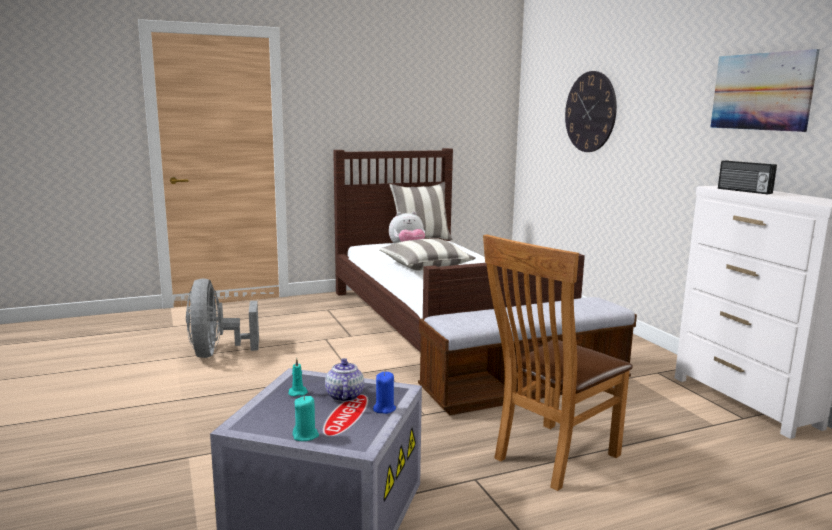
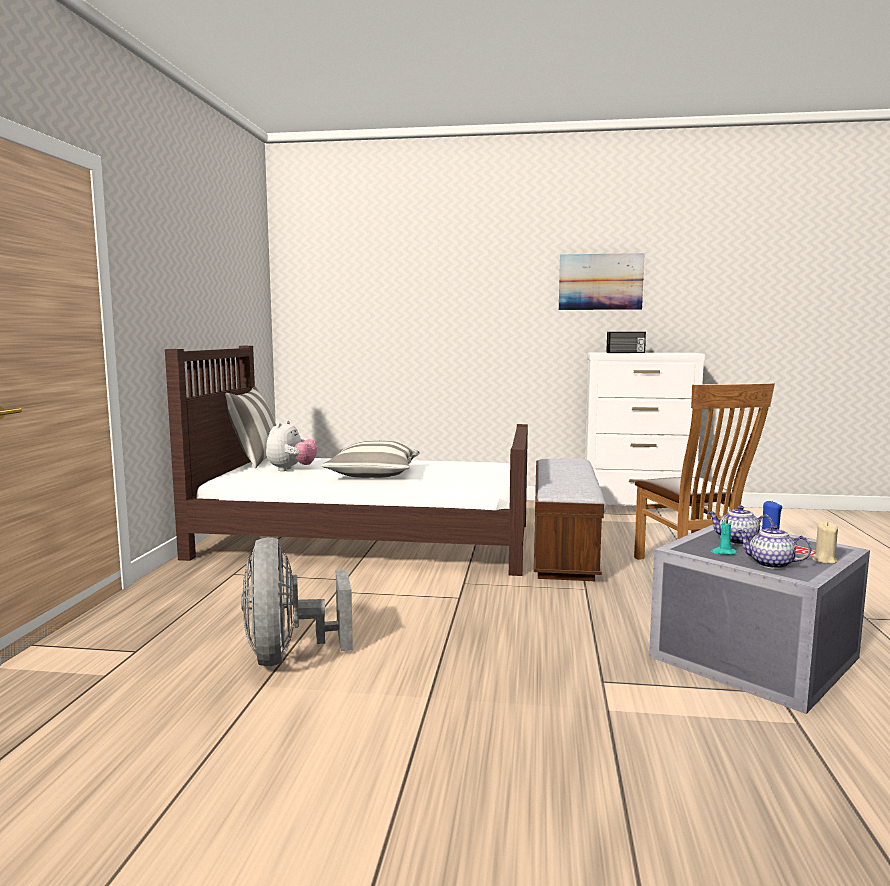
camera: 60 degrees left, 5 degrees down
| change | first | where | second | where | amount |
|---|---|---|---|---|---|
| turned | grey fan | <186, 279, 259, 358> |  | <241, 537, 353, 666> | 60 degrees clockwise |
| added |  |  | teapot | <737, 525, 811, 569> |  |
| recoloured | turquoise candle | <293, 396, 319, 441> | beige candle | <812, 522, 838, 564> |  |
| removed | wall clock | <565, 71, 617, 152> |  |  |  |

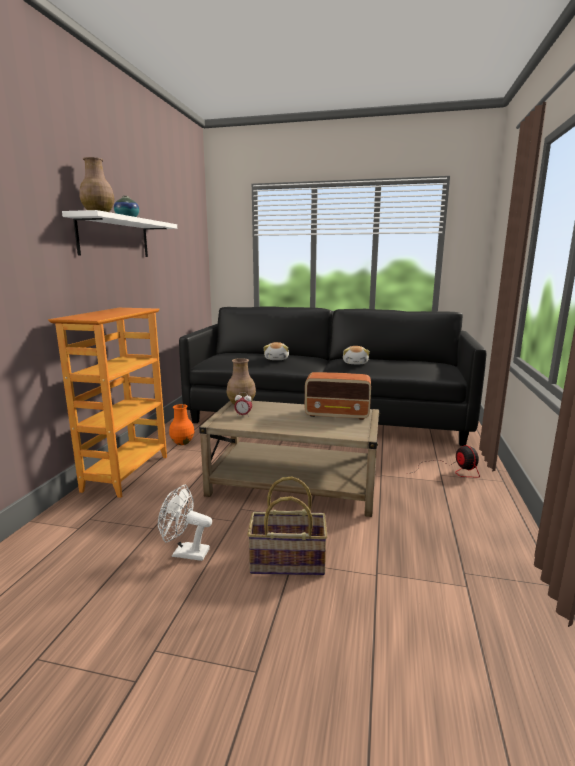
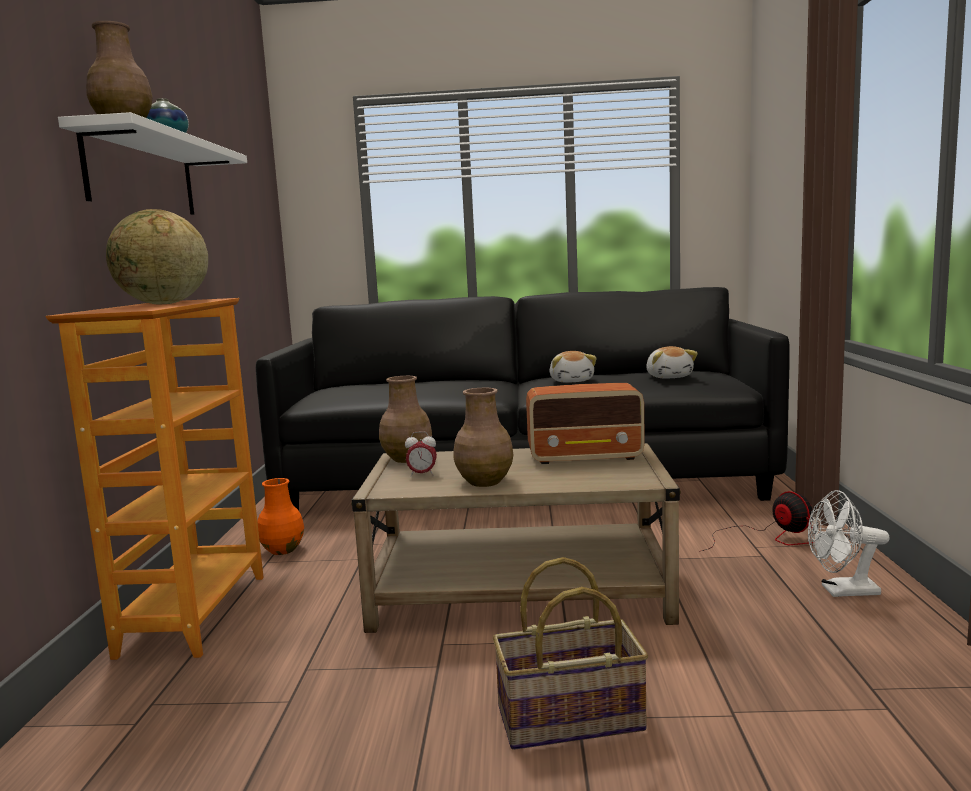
camera: 10 degrees left, 5 degrees down
| change | first | where | second | where | amount |
|---|---|---|---|---|---|
| added |  |  | globe | <106, 209, 208, 305> |  |
| added |  |  | brown vase | <453, 388, 513, 487> |  |
| moved | plush toy | <263, 342, 289, 360> |  | <646, 346, 698, 379> |  |
| moved | white fan | <158, 485, 212, 561> |  | <808, 490, 890, 597> |  |

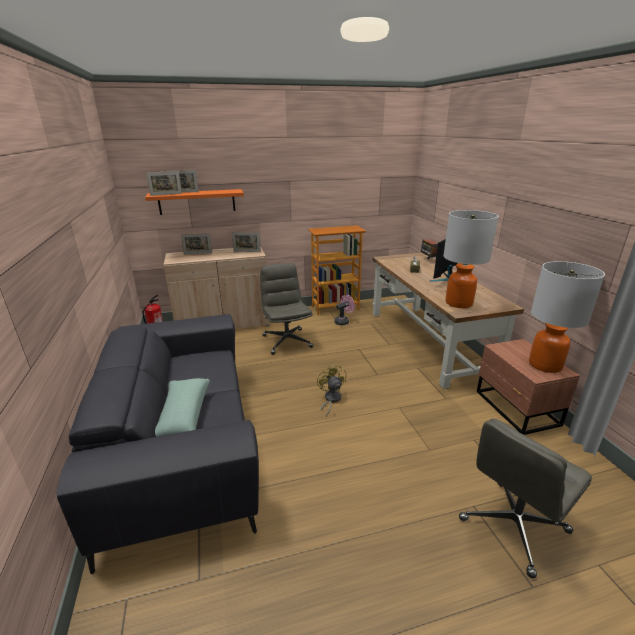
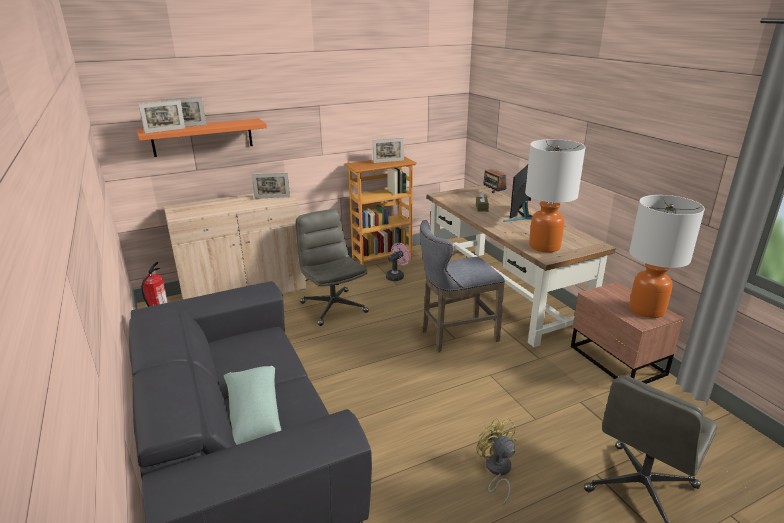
camera: 10 degrees left, 0 degrees up
| change | first | where | second | where | amount |
|---|---|---|---|---|---|
| moved | picture frame | <181, 233, 212, 254> |  | <372, 138, 404, 163> |  |
| added |  |  | grey stool | <420, 220, 505, 352> |  |
| moved | yellow fan | <317, 364, 347, 417> |  | <476, 418, 516, 505> |  |

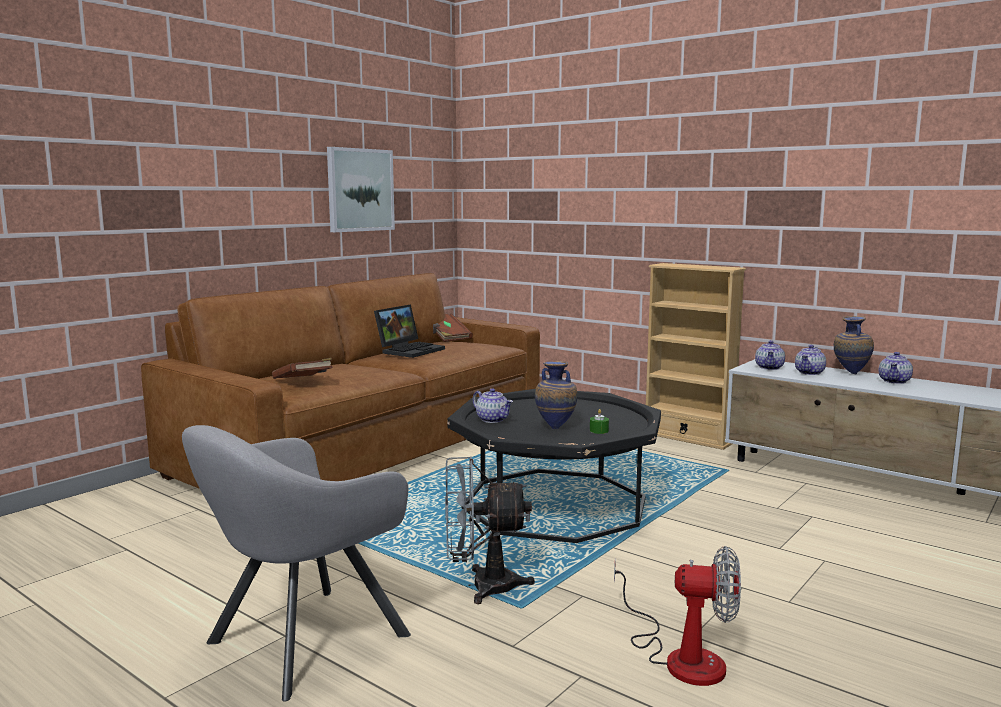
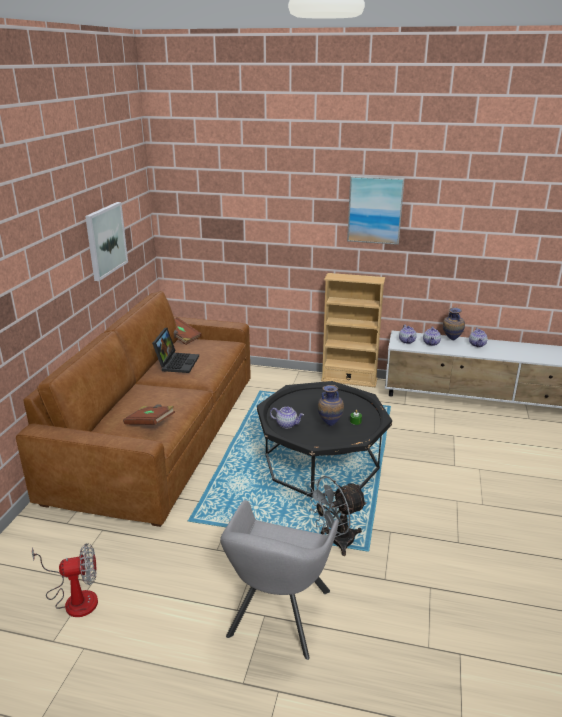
camera: 25 degrees left, 15 degrees up
| change | first | where | second | where | amount |
|---|---|---|---|---|---|
| moved | fan | <614, 546, 741, 686> |  | <32, 543, 98, 617> |  |
| added |  |  | picture | <347, 176, 404, 245> |  |

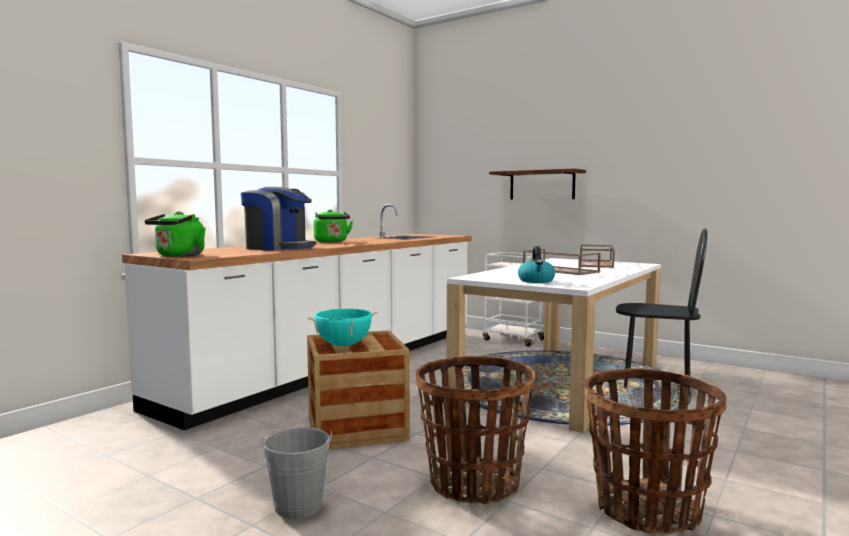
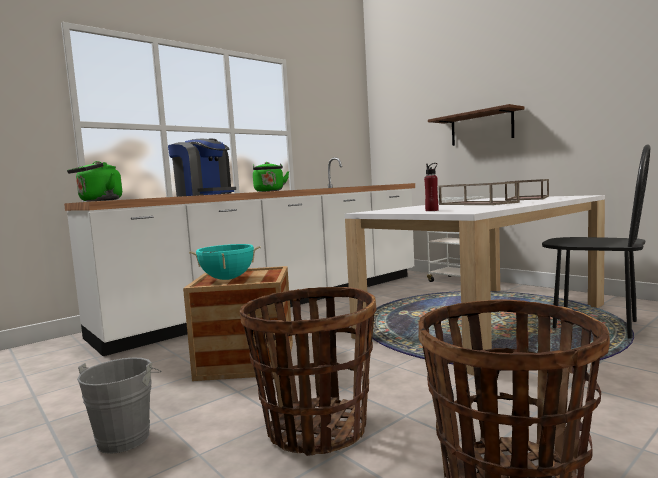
camera: 15 degrees right, 0 degrees up
| change | first | where | second | where | amount |
|---|---|---|---|---|---|
| replaced | kettle | <518, 246, 555, 283> | red bottle | <424, 163, 439, 211> |  |

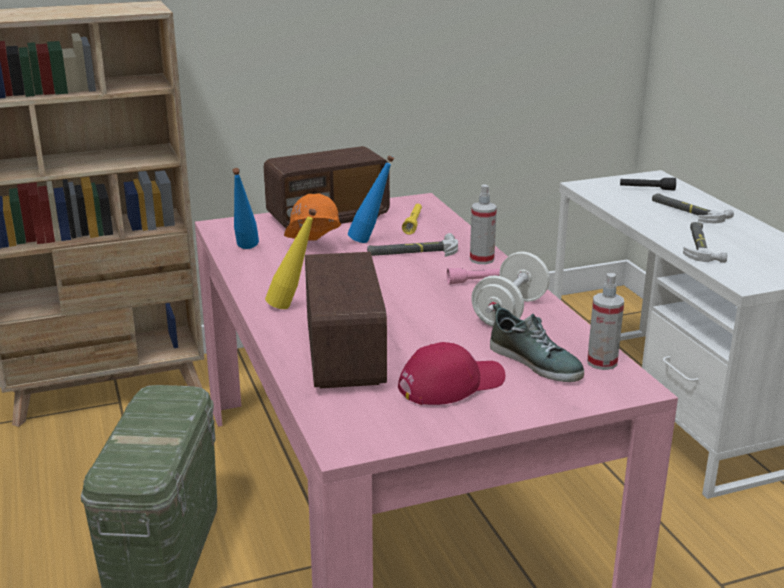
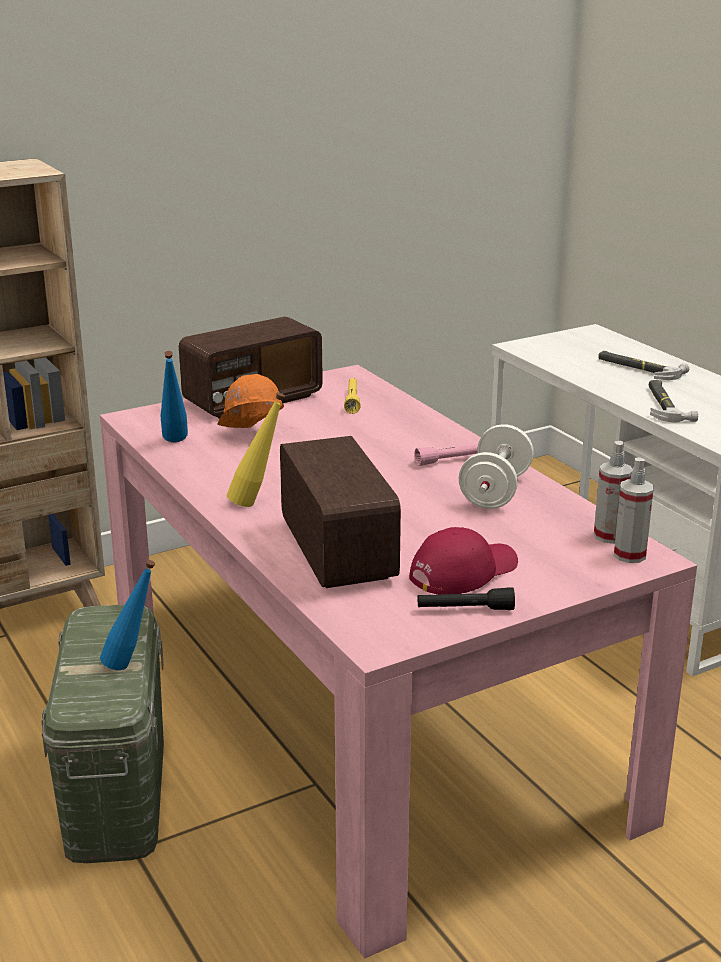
camera: 10 degrees left, 0 degrees up
| change | first | where | second | where | amount |
|---|---|---|---|---|---|
| moved | blue bottle | <348, 156, 394, 243> |  | <100, 560, 155, 670> |  |
| moved | black flashlight | <620, 178, 676, 191> |  | <418, 587, 515, 610> |  |
| moved | spray bottle | <470, 184, 497, 264> |  | <614, 457, 654, 563> |  |
| removed | hammer | <367, 233, 458, 257> |  |  |  |
| removed | shoe | <490, 303, 584, 382> |  |  |  |

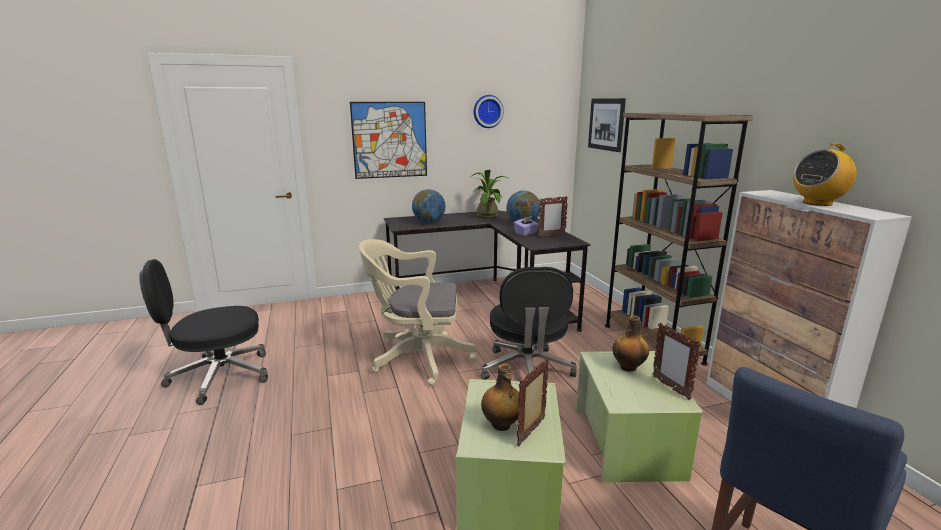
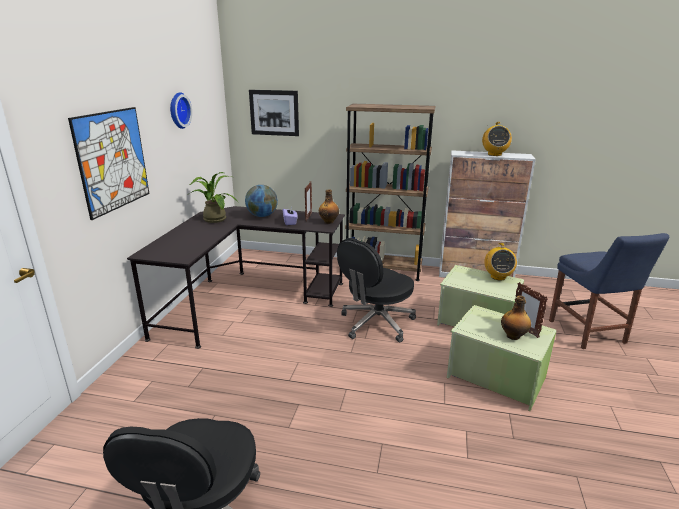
camera: 60 degrees left, 5 degrees up
| change | first | where | second | where | amount |
|---|---|---|---|---|---|
| moved | bottle | <612, 315, 649, 372> |  | <319, 190, 339, 224> |  |
| turned | black office chair | <481, 267, 577, 380> |  | <337, 238, 416, 343> | 105 degrees clockwise |
| replaced | picture frame | <653, 323, 701, 400> | radio | <484, 243, 517, 281> |  |
| removed | beige office chair | <359, 239, 477, 386> |  |  |  |
| removed | globe | <412, 189, 445, 223> |  |  |  |

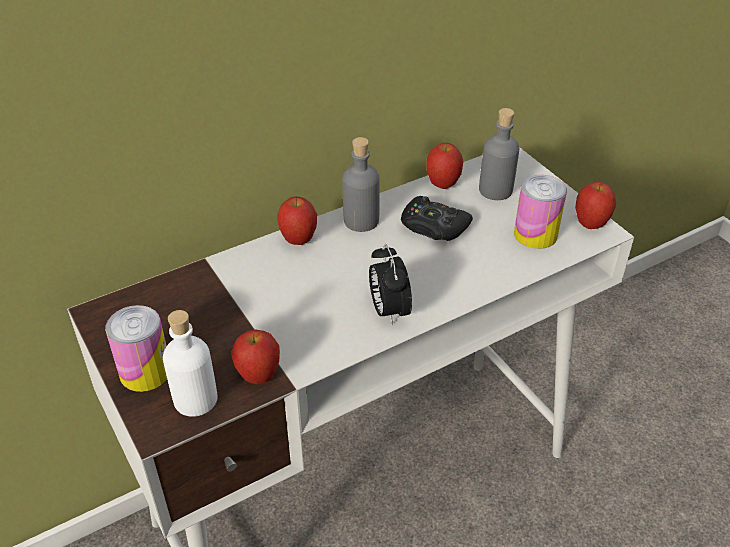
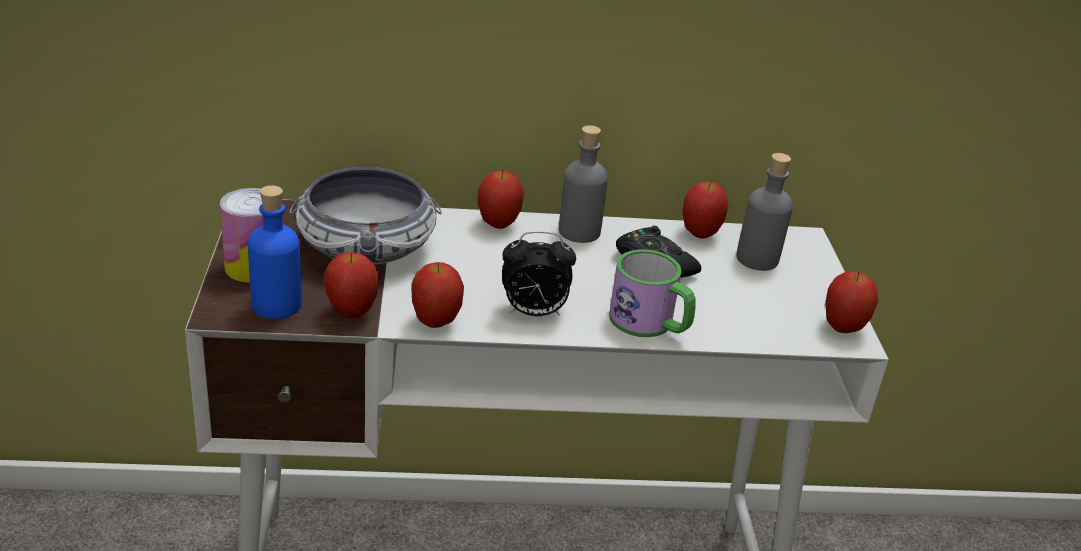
camera: 25 degrees right, 10 degrees down
| change | first | where | second | where | amount |
|---|---|---|---|---|---|
| recoloured | white bottle | <163, 310, 218, 417> | blue bottle | <248, 185, 302, 319> |  |
| added |  |  | bowl | <290, 167, 442, 264> |  |
| added |  |  | apple | <411, 262, 464, 328> |  |
| turned | alarm clock | <369, 244, 412, 326> |  | <502, 231, 576, 316> | 105 degrees counterclockwise |
| added |  |  | mug | <609, 249, 696, 337> |  |
| removed | can | <514, 175, 567, 249> |  |  |  |

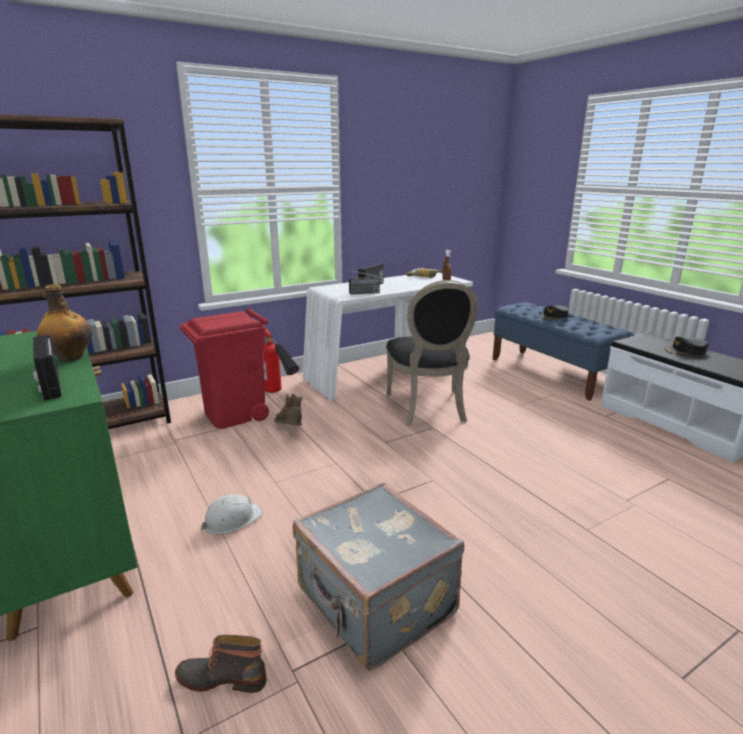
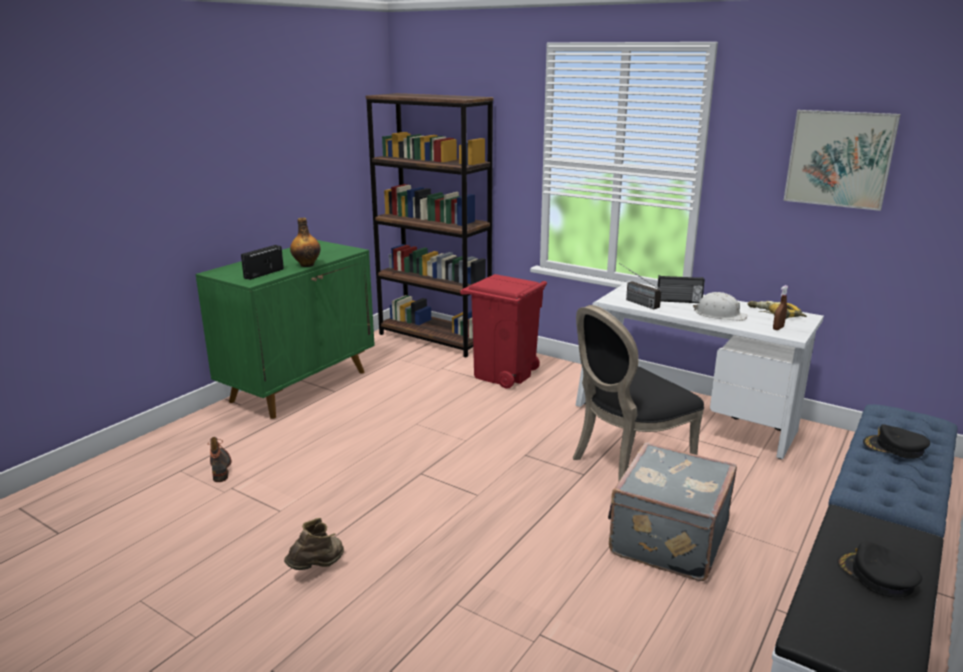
camera: 65 degrees right, 0 degrees up
| change | first | where | second | where | amount |
|---|---|---|---|---|---|
| moved | brown boot | <274, 394, 303, 425> |  | <284, 518, 344, 570> |  |
| moved | grey suitcase | <293, 482, 464, 671> |  | <608, 442, 737, 581> |  |
| moved | white hard hat | <201, 494, 263, 535> |  | <693, 292, 748, 321> |  |
| added |  |  | picture | <783, 110, 901, 211> |  |
| removed | fire extinguisher | <263, 325, 299, 393> |  |  |  |

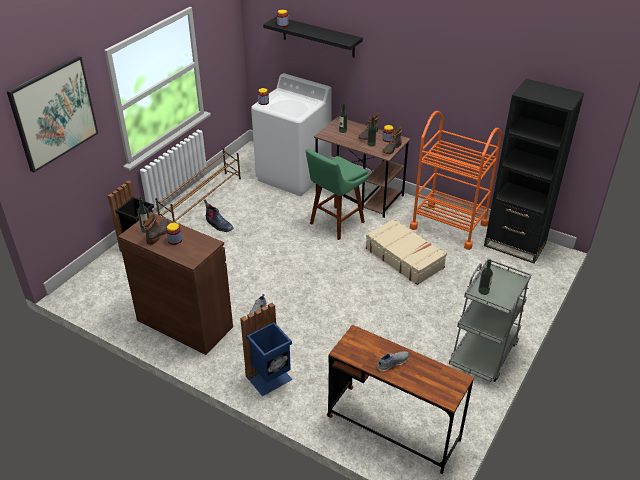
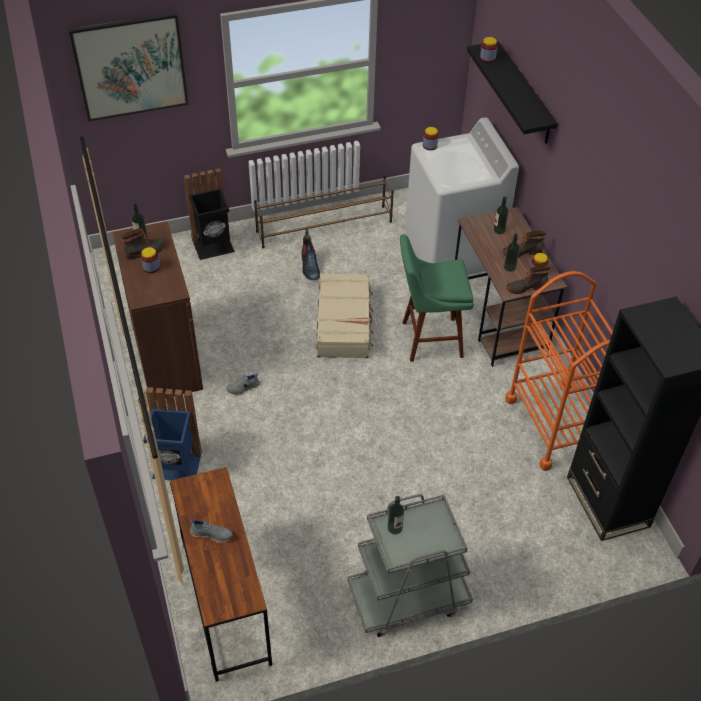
camera: 40 degrees right, 10 degrees up
| change | first | where | second | where | amount |
|---|---|---|---|---|---|
| moved | beige suitcase | <366, 219, 447, 285> |  | <316, 273, 373, 358> |  |

